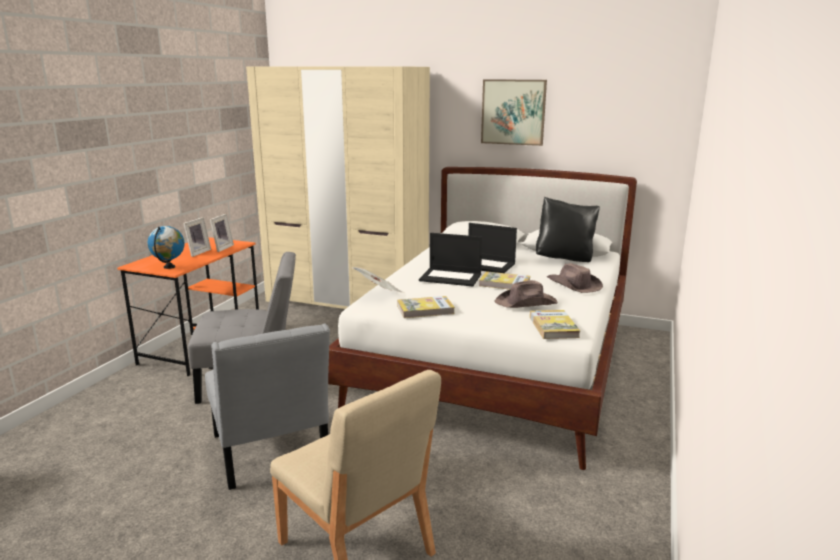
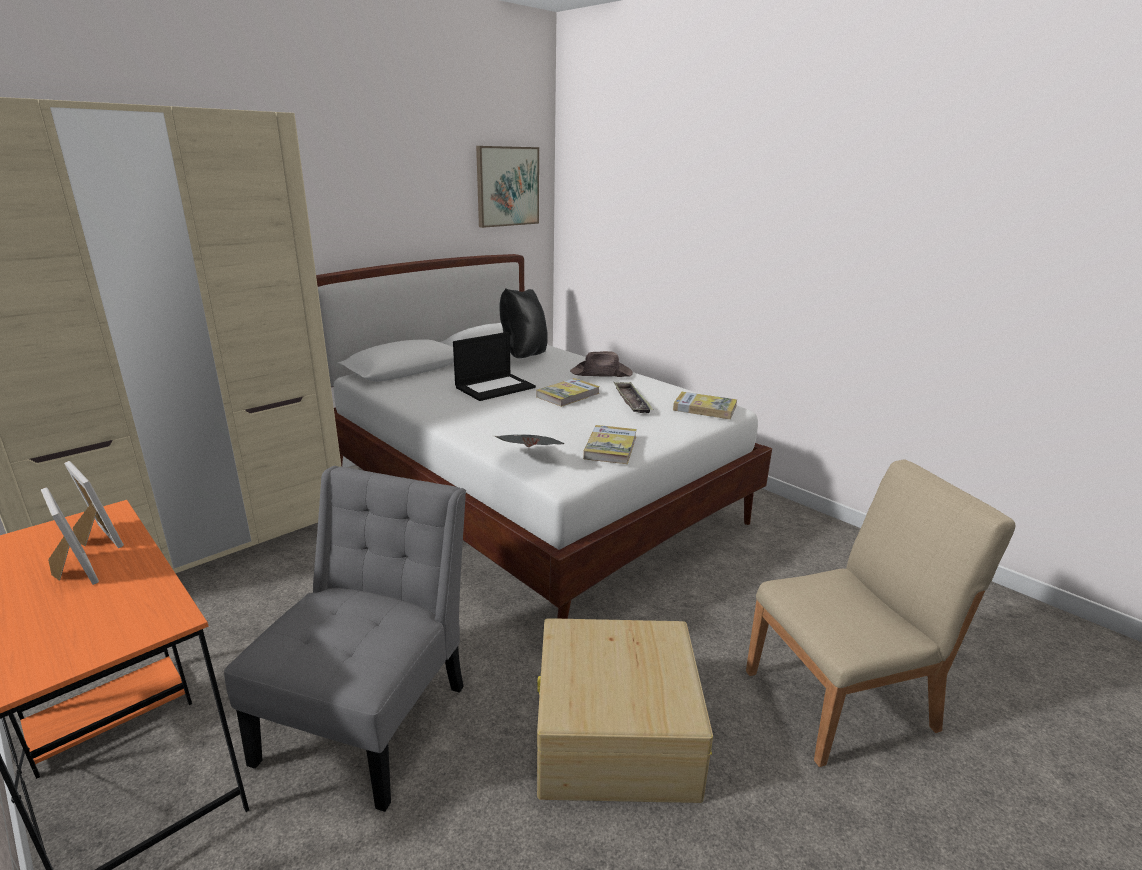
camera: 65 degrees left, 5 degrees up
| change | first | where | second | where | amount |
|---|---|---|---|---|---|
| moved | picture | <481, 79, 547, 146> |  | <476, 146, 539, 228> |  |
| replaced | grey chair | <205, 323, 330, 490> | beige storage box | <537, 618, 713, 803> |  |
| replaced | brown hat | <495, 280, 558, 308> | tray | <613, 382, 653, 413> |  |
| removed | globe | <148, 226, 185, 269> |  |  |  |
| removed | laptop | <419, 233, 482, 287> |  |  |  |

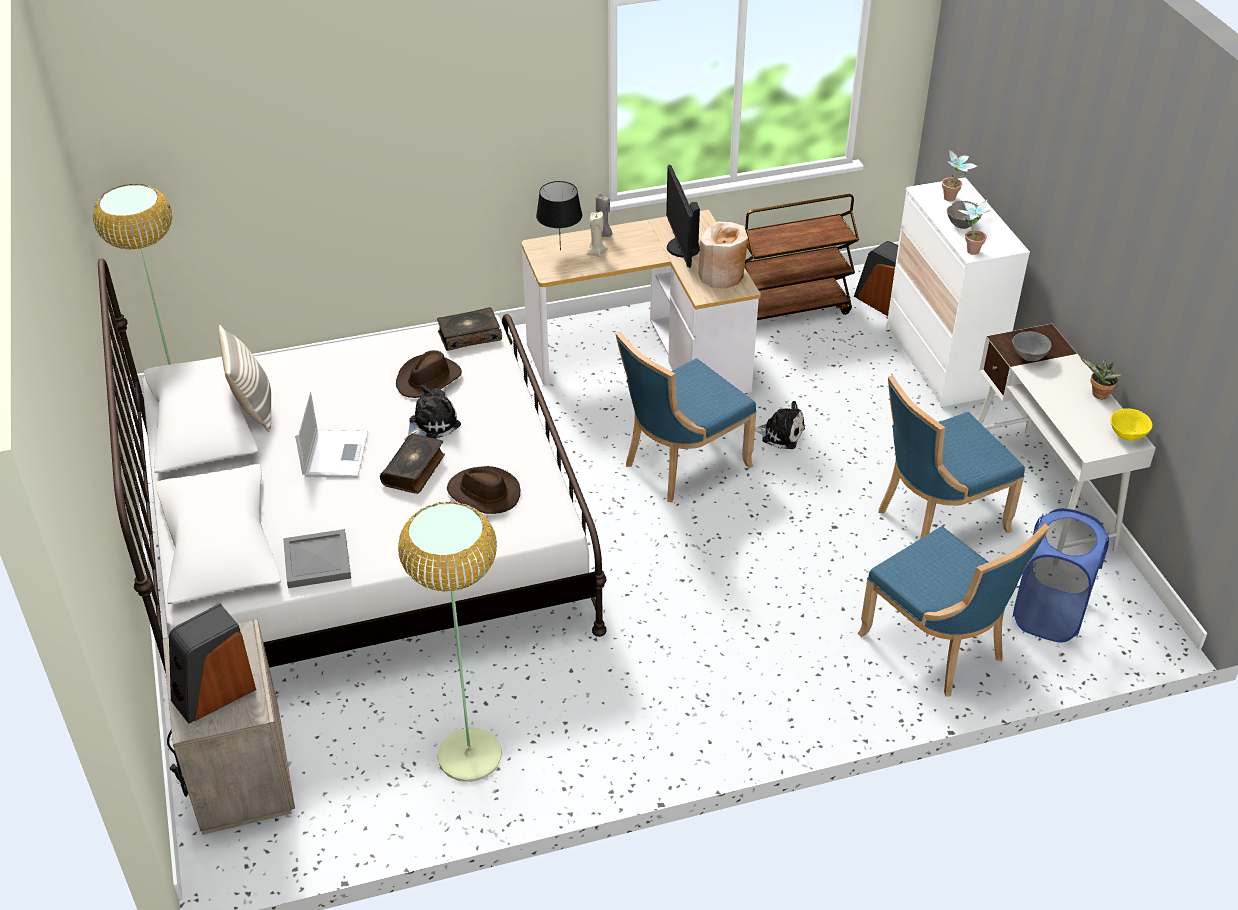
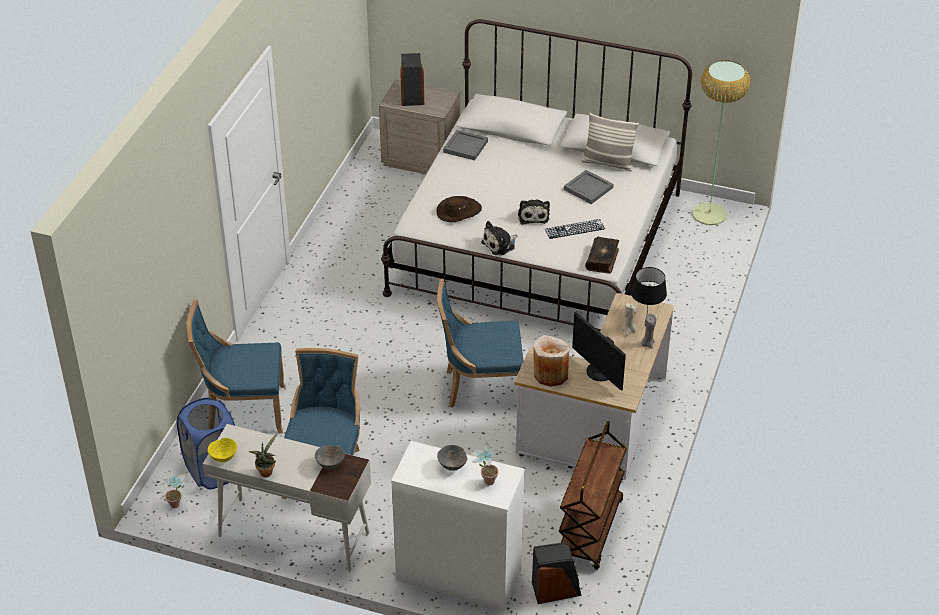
camera: 125 degrees right, 0 degrees up
| change | first | where | second | where | amount |
|---|---|---|---|---|---|
| moved | potted plant | <957, 200, 991, 255> |  | <162, 472, 189, 508> |  |
| turned | blue chair | <616, 331, 757, 502> |  | <437, 279, 523, 408> | 90 degrees counterclockwise |
| moved | plush toy | <755, 401, 805, 449> |  | <481, 221, 517, 256> |  |
| replaced | brown hat | <396, 350, 462, 398> | keyboard | <545, 219, 605, 239> |  |
| added |  |  | grey tray | <564, 170, 613, 204> |  |
| turned | monitor | <666, 165, 700, 268> |  | <572, 312, 626, 390> | 150 degrees counterclockwise |
| removed | laptop | <295, 390, 368, 478> |  |  |  |
| removed | book | <380, 433, 445, 494> |  |  |  |
| removed | floor lamp | <398, 501, 502, 782> |  |  |  |

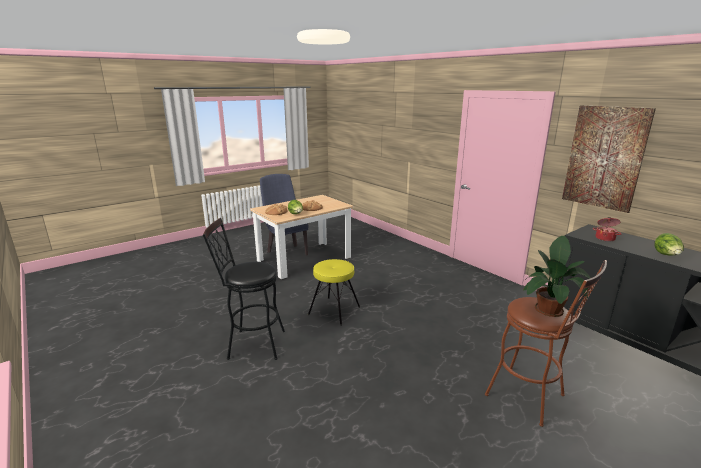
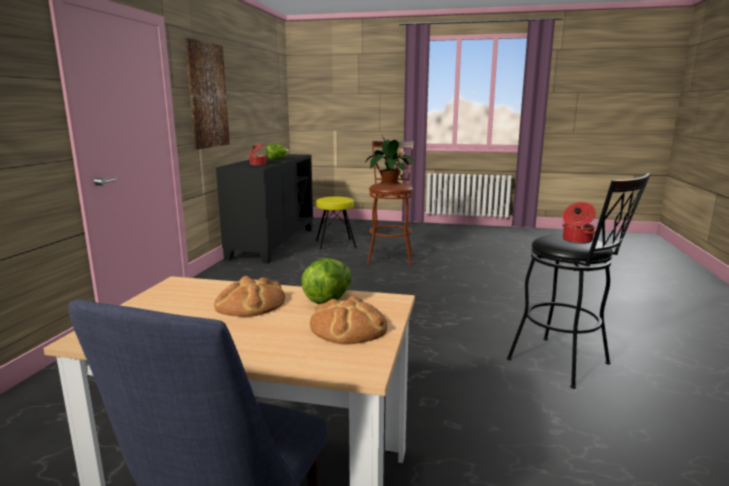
camera: 130 degrees left, 5 degrees down
| change | first | where | second | where | amount |
|---|---|---|---|---|---|
| moved | yellow stool | <308, 259, 360, 326> |  | <316, 197, 357, 251> |  |
| added |  |  | cooking pot | <562, 202, 596, 244> |  |

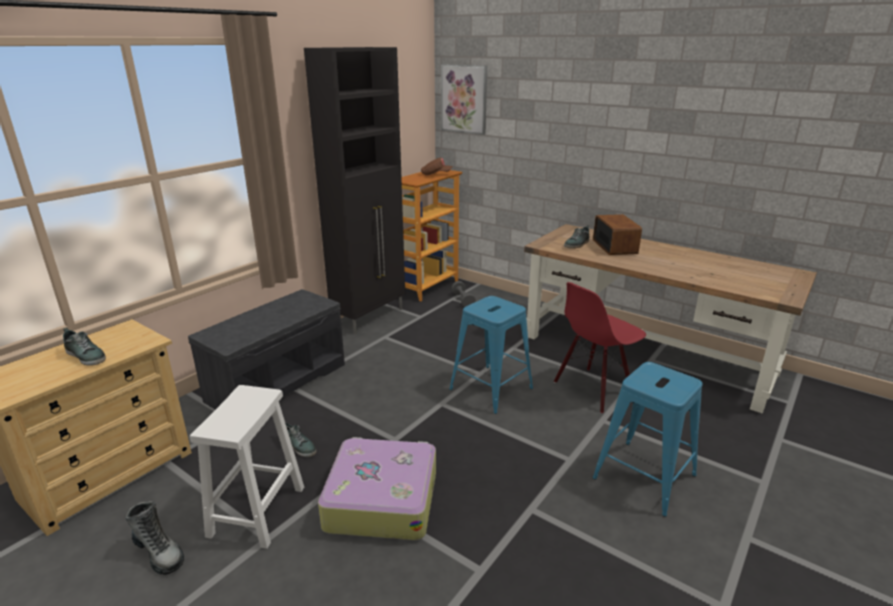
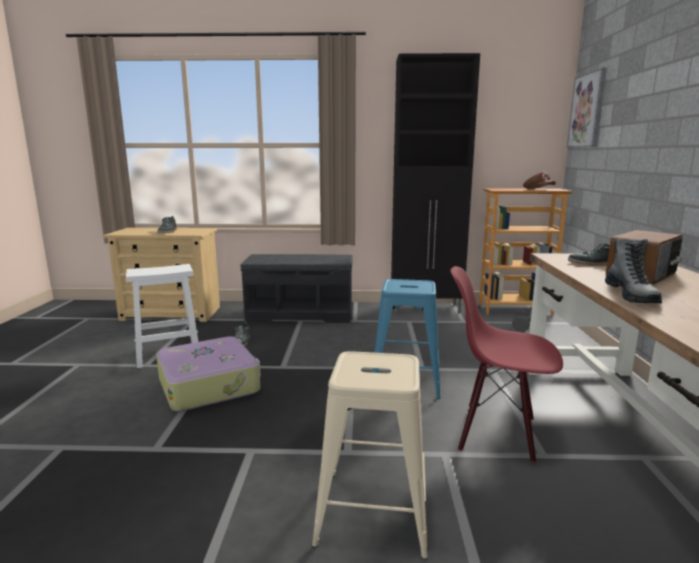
camera: 55 degrees right, 10 degrees down
| change | first | where | second | where | amount |
|---|---|---|---|---|---|
| recoloured | blue stool | <593, 362, 703, 517> | beige stool | <312, 351, 428, 559> |  |
| moved | boot | <126, 501, 184, 575> |  | <605, 239, 662, 303> |  |

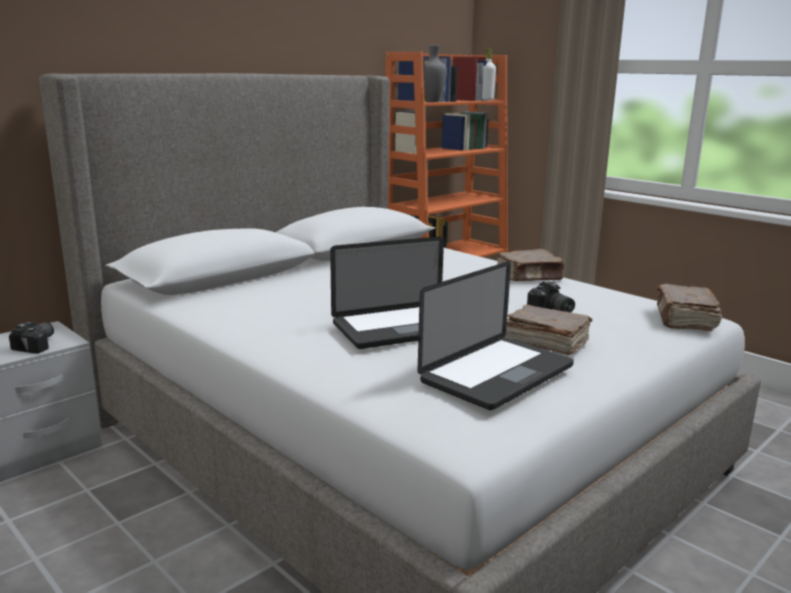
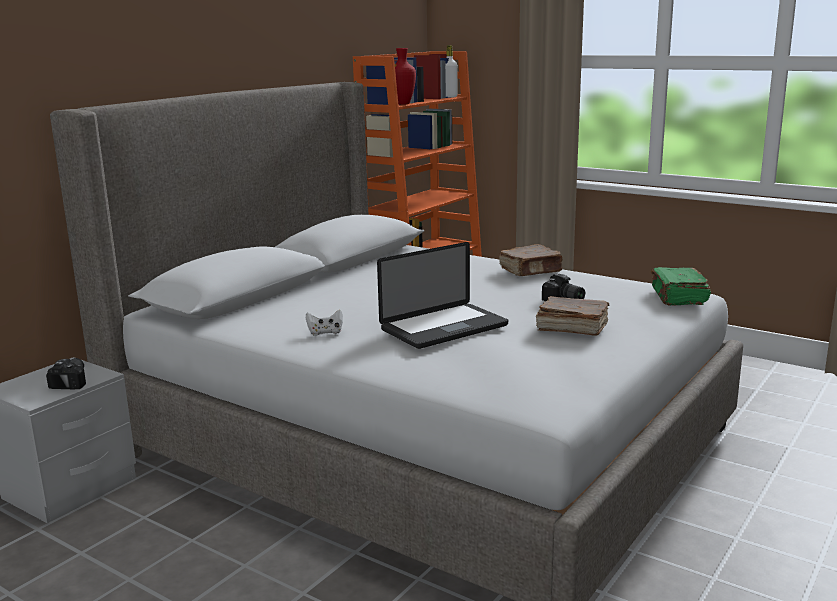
camera: 10 degrees left, 0 degrees up
| change | first | where | second | where | amount |
|---|---|---|---|---|---|
| added |  |  | white game controller | <306, 310, 343, 336> |  |
| recoloured | grey vase | <424, 45, 447, 102> | red vase | <395, 48, 416, 105> |  |
| recoloured | brown book | <656, 284, 722, 331> | green book | <651, 267, 711, 306> |  |
| removed | laptop | <418, 261, 574, 410> |  |  |  |

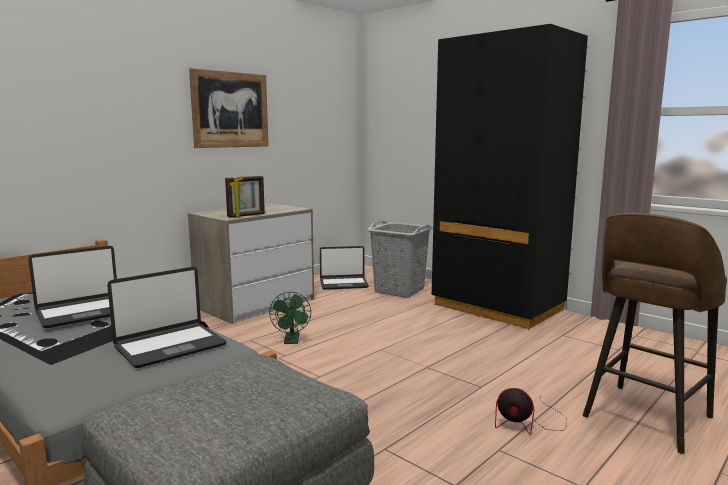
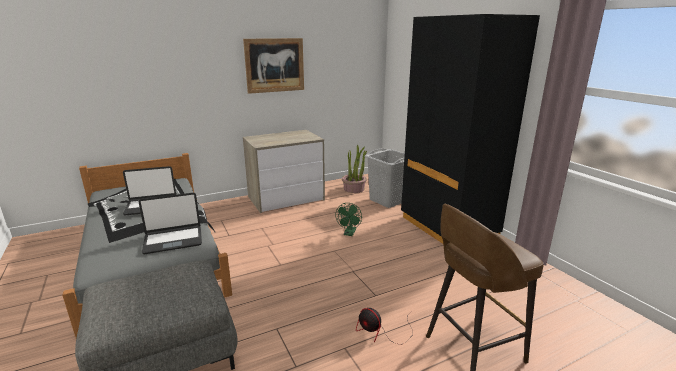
camera: 20 degrees right, 10 degrees up
| change | first | where | second | where | amount |
|---|---|---|---|---|---|
| moved | green fan | <269, 292, 311, 344> |  | <335, 203, 362, 236> |  |
| replaced | laptop | <320, 246, 369, 290> | potted plant | <342, 145, 367, 193> |  |
| removed | picture frame | <225, 176, 265, 218> |  |  |  |

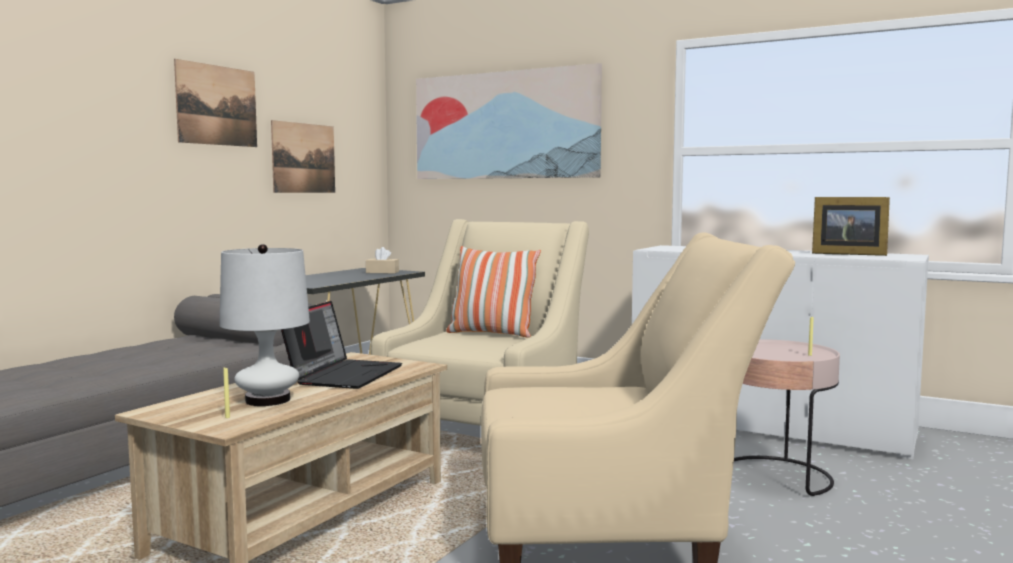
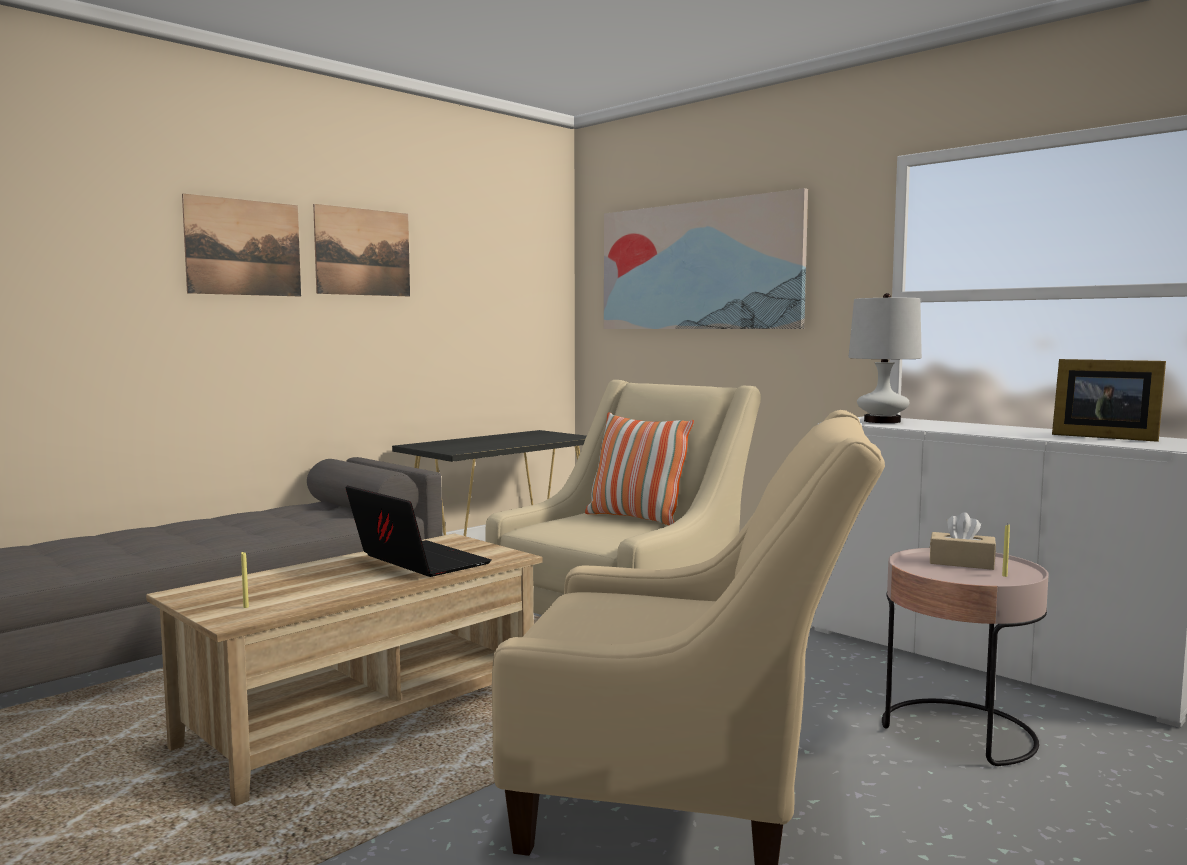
camera: 15 degrees right, 0 degrees up
| change | first | where | second | where | amount |
|---|---|---|---|---|---|
| moved | picture | <271, 120, 335, 193> |  | <182, 194, 301, 296> |  |
| turned | laptop | <281, 301, 402, 389> |  | <346, 485, 491, 577> | 75 degrees counterclockwise |
| moved | white table lamp | <219, 244, 310, 406> |  | <848, 293, 922, 423> |  |
| moved | beige tissue box | <366, 247, 399, 274> |  | <930, 512, 996, 570> |  |

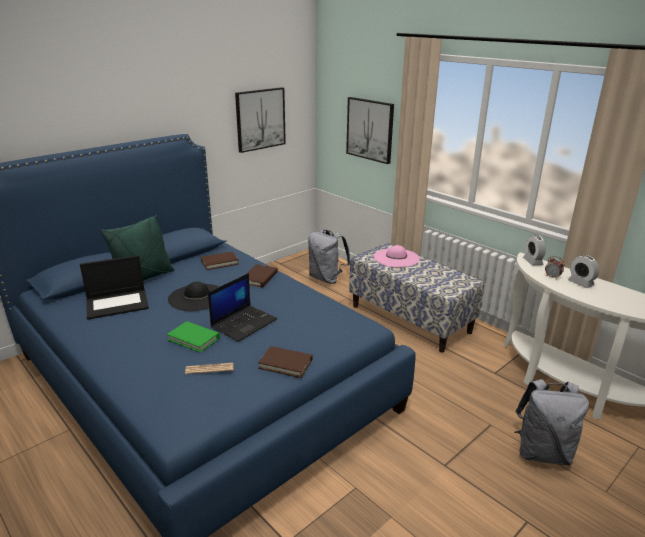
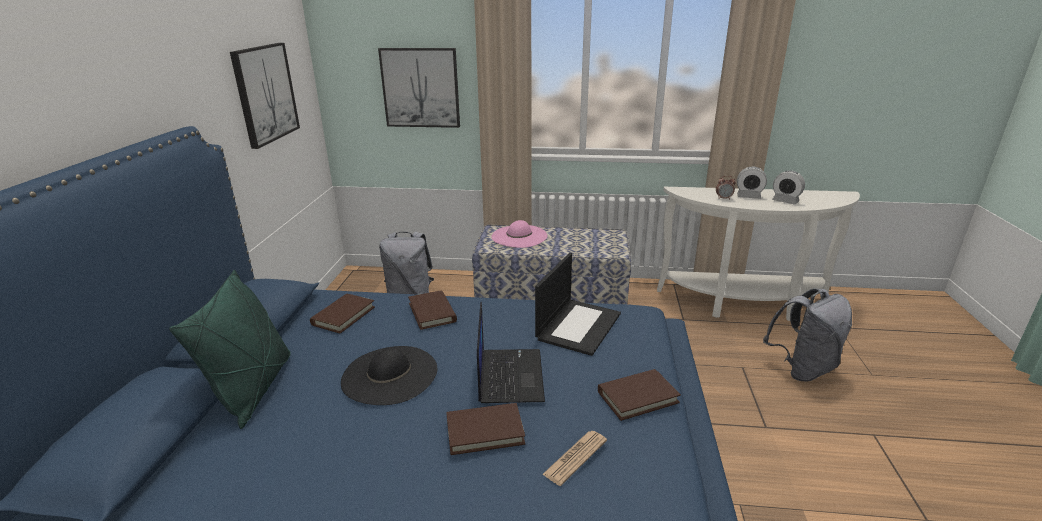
camera: 40 degrees left, 0 degrees up
| change | first | where | second | where | amount |
|---|---|---|---|---|---|
| recoloured | green book | <167, 321, 220, 353> | brown book | <446, 403, 525, 455> |  |
| moved | laptop | <80, 255, 149, 320> |  | <535, 253, 621, 356> |  |
| moved | alarm clock | <523, 235, 546, 265> |  | <772, 171, 805, 205> |  |

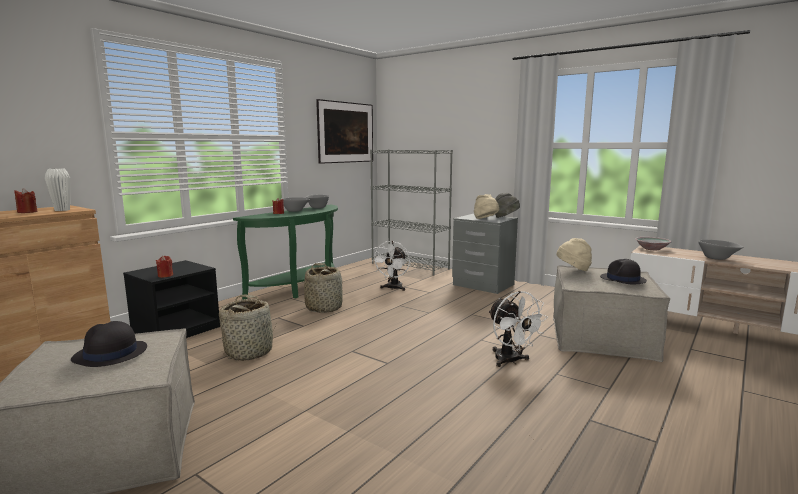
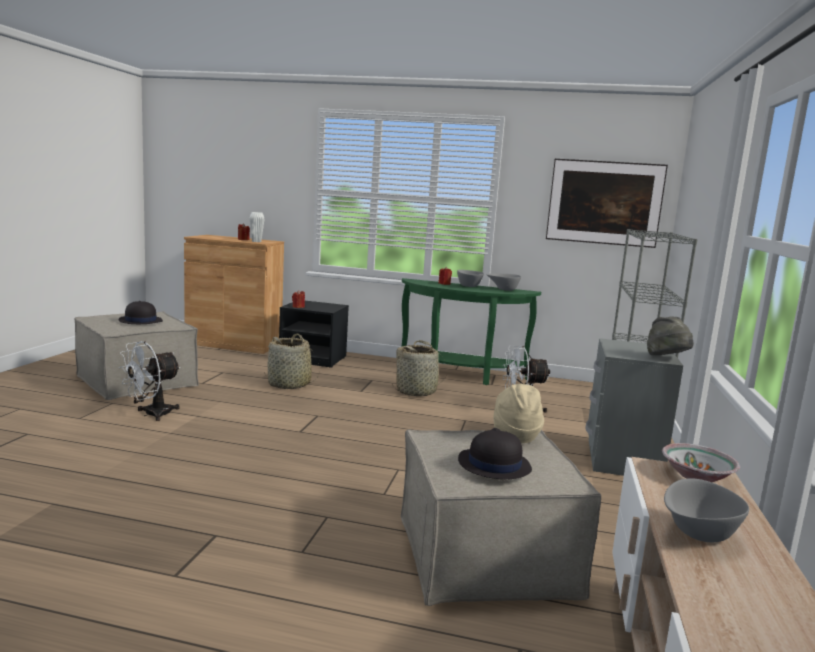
camera: 65 degrees right, 0 degrees up
| change | first | where | second | where | amount |
|---|---|---|---|---|---|
| moved | white fan | <488, 291, 548, 367> |  | <119, 341, 181, 421> |  |
| removed | beige hat | <474, 194, 499, 219> |  |  |  |

